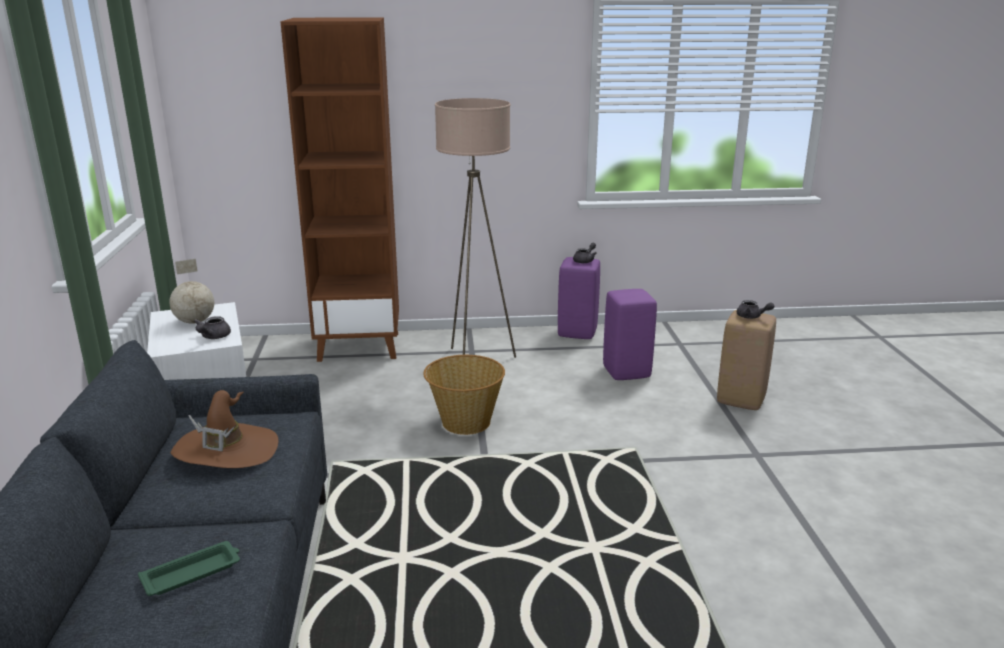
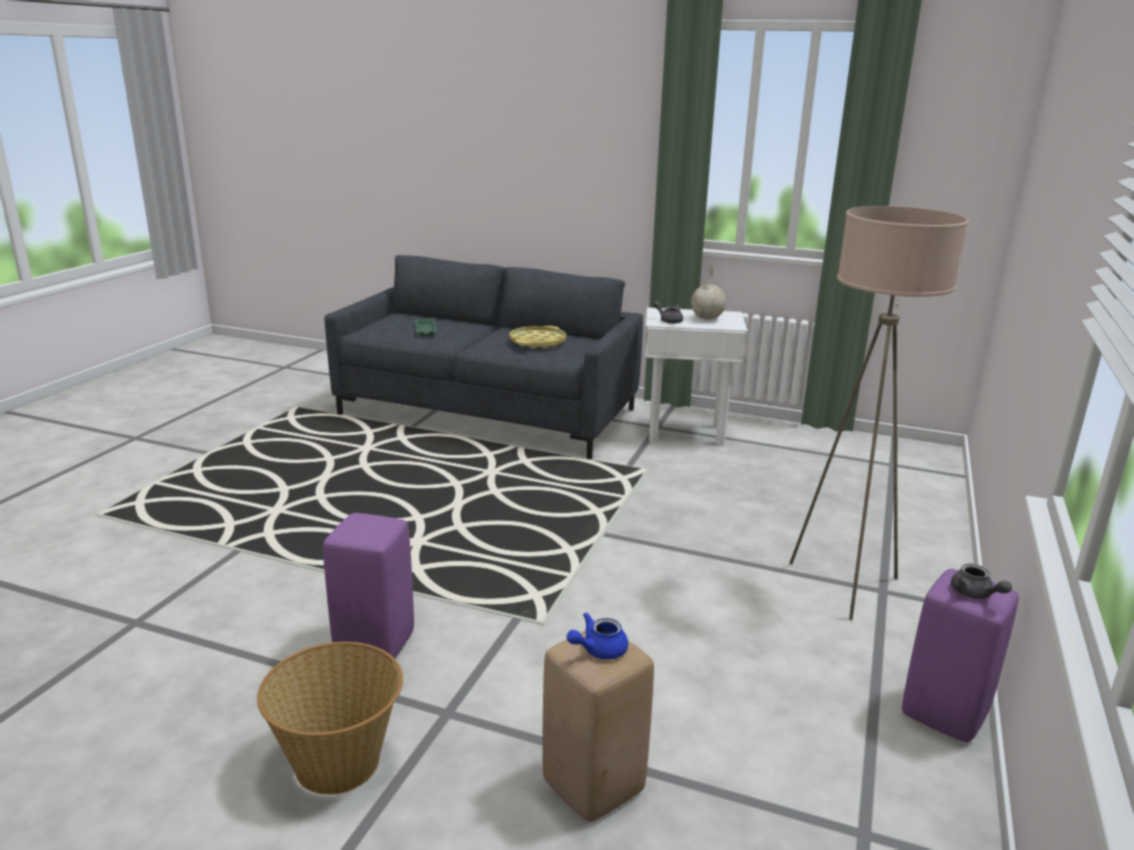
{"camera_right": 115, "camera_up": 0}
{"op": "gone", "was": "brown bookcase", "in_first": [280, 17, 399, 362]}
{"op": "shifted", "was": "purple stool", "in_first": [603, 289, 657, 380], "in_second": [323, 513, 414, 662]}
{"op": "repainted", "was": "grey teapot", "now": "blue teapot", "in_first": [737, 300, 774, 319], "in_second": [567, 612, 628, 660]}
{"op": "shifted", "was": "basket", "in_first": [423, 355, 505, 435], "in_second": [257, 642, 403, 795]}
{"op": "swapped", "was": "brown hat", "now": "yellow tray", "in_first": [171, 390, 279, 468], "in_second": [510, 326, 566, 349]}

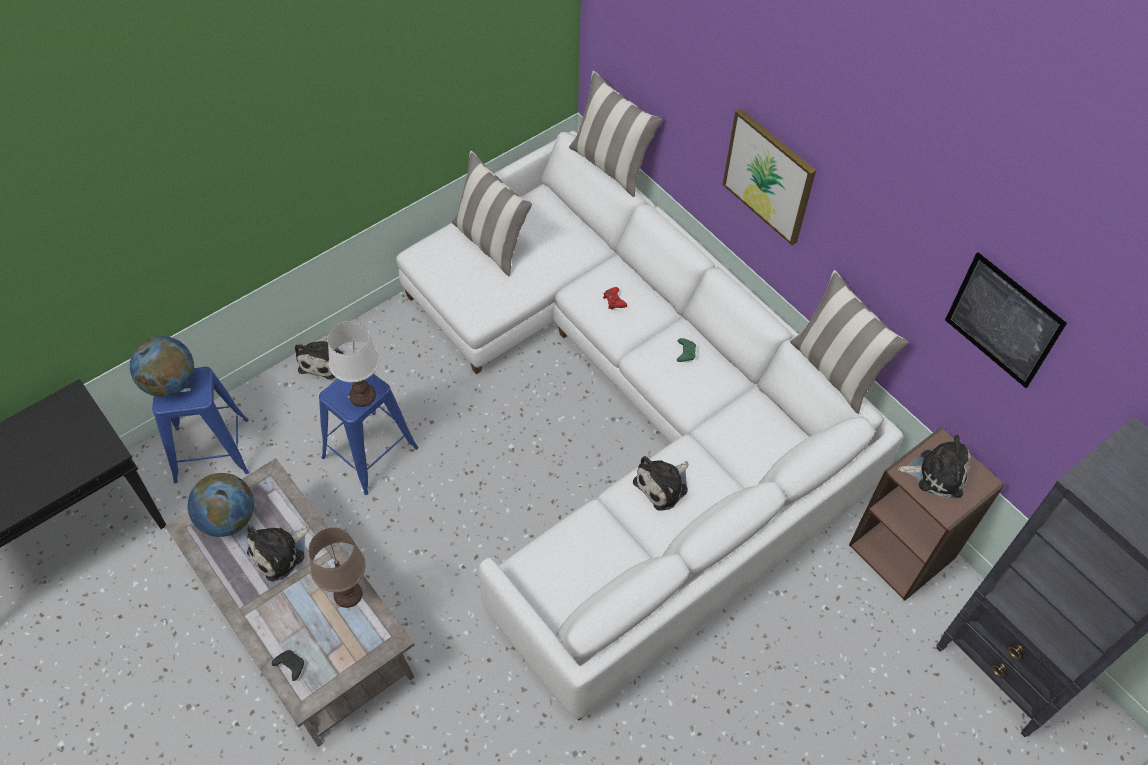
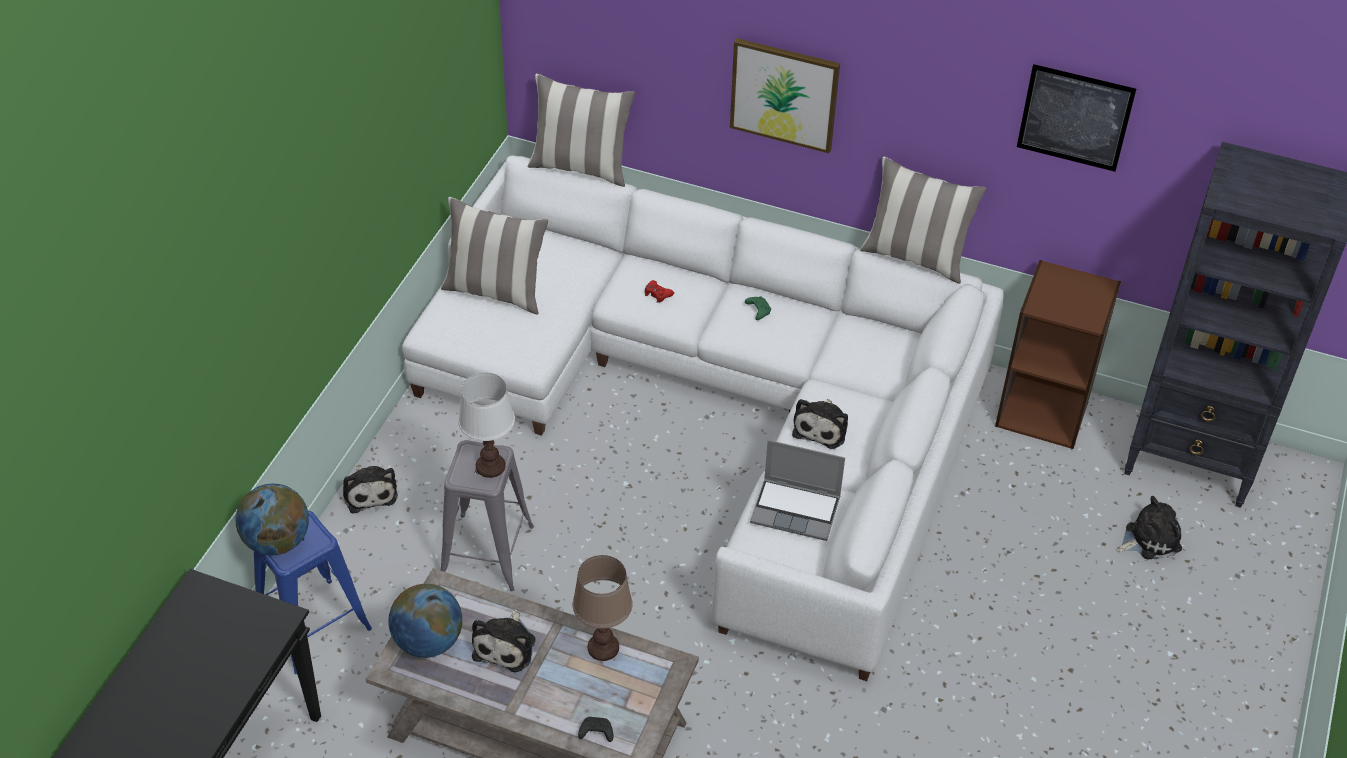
{"camera_right": -30, "camera_up": -10}
{"op": "repainted", "was": "blue stool", "now": "grey stool", "in_first": [319, 373, 418, 495], "in_second": [441, 440, 534, 592]}
{"op": "shifted", "was": "plush toy", "in_first": [898, 434, 971, 498], "in_second": [1117, 496, 1182, 559]}
{"op": "new", "now": "laptop", "in_second": [750, 440, 845, 541]}

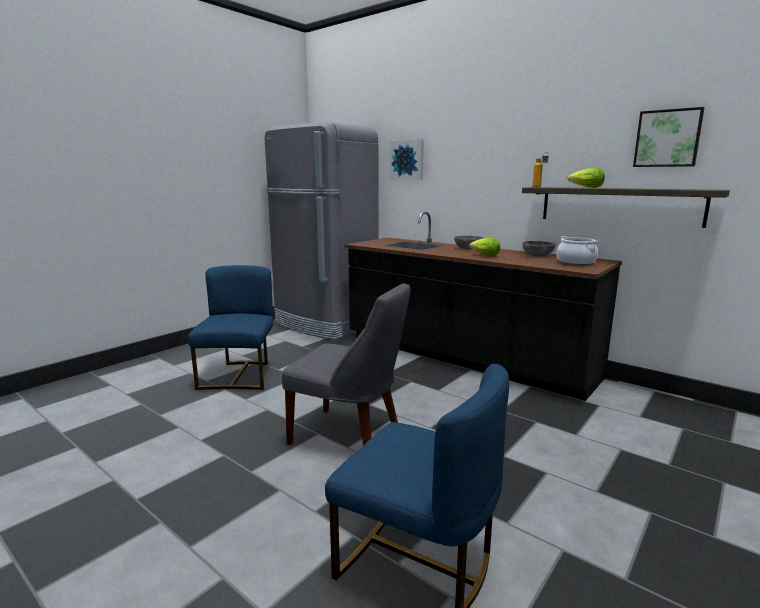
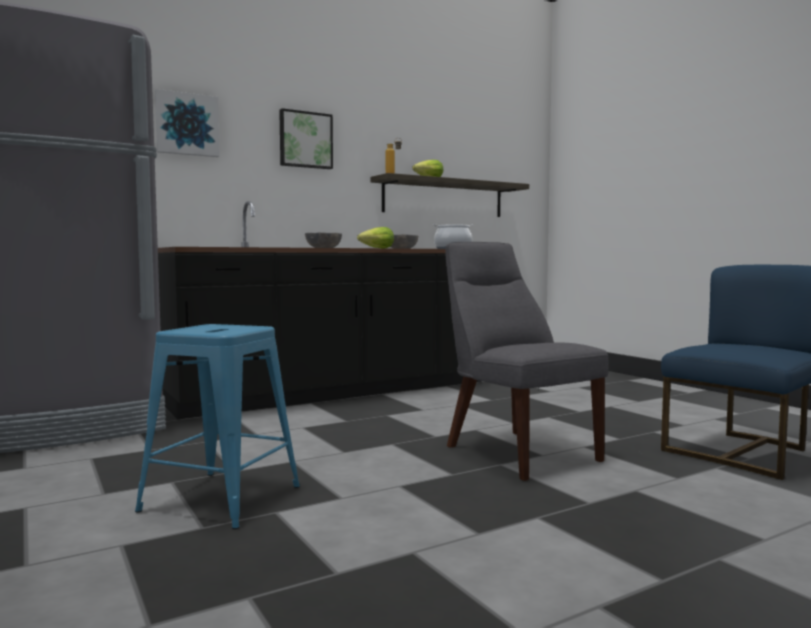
{"camera_right": -70, "camera_up": -10}
{"op": "shifted", "was": "picture", "in_first": [633, 107, 704, 167], "in_second": [279, 108, 333, 169]}
{"op": "swapped", "was": "blue chair", "now": "blue stool", "in_first": [188, 265, 273, 390], "in_second": [135, 324, 300, 529]}
{"op": "rotated", "was": "grey chair", "in_first": [282, 283, 410, 446], "in_second": [446, 242, 609, 481], "clockwise": -75}

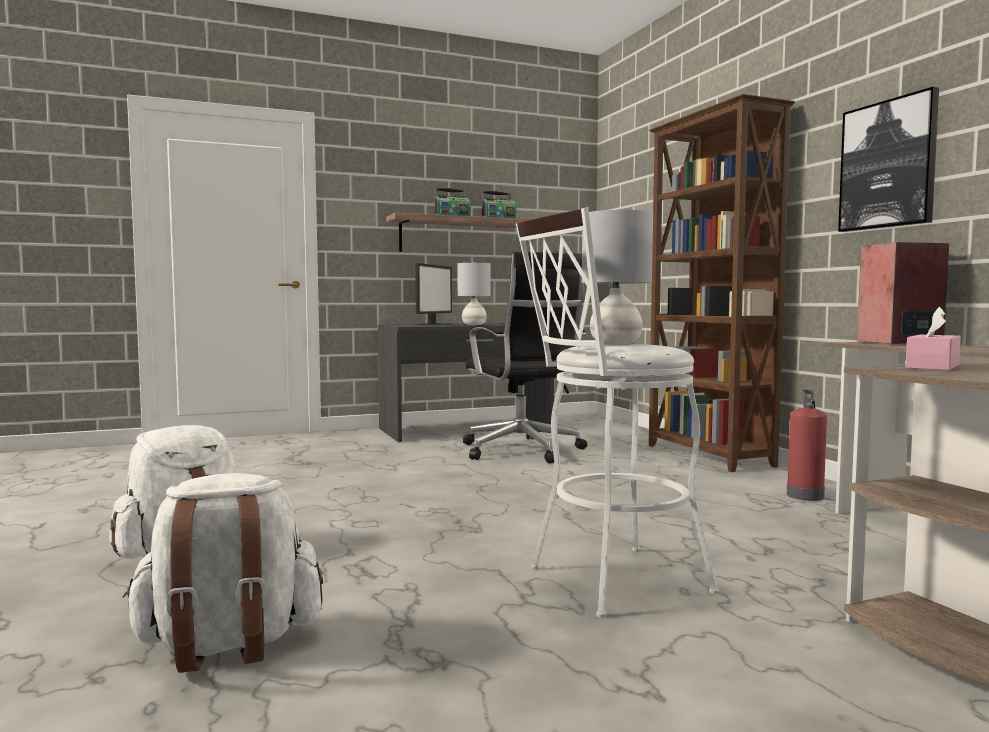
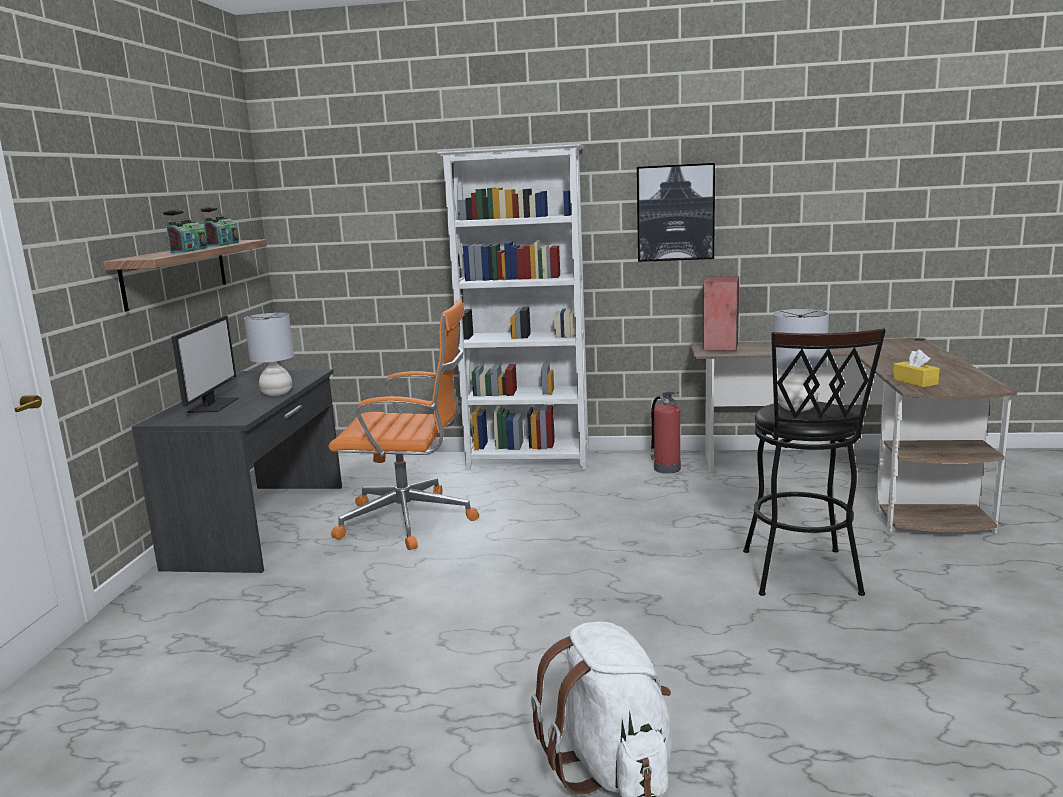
{"camera_right": -60, "camera_up": 10}
{"op": "repainted", "was": "brown bookcase", "now": "white bookcase", "in_first": [649, 94, 795, 472], "in_second": [437, 144, 589, 470]}
{"op": "repainted", "was": "white stool", "now": "black stool", "in_first": [516, 207, 719, 618], "in_second": [743, 328, 886, 596]}
{"op": "repainted", "was": "black office chair", "now": "orange office chair", "in_first": [463, 252, 587, 463], "in_second": [328, 299, 479, 550]}
{"op": "rotated", "was": "monitor", "in_first": [415, 263, 452, 325], "in_second": [171, 316, 239, 413], "clockwise": 45}
{"op": "repainted", "was": "pink tissue box", "now": "yellow tissue box", "in_first": [906, 307, 961, 370], "in_second": [893, 349, 940, 387]}
{"op": "gone", "was": "white backpack", "in_first": [123, 473, 323, 673]}

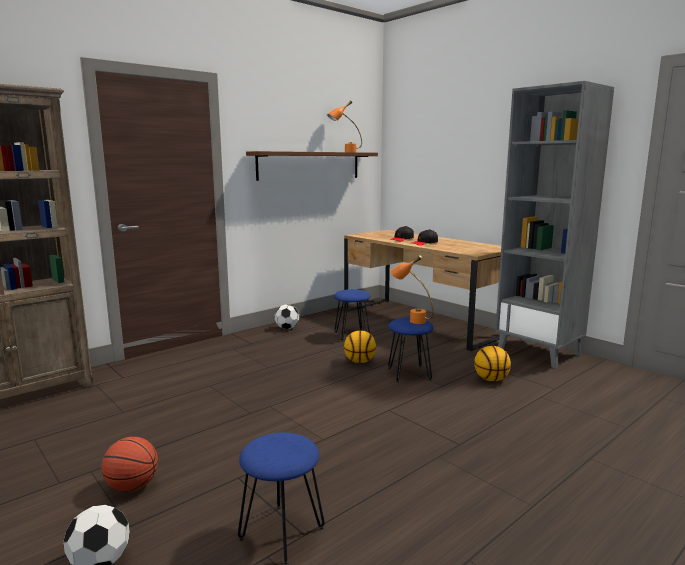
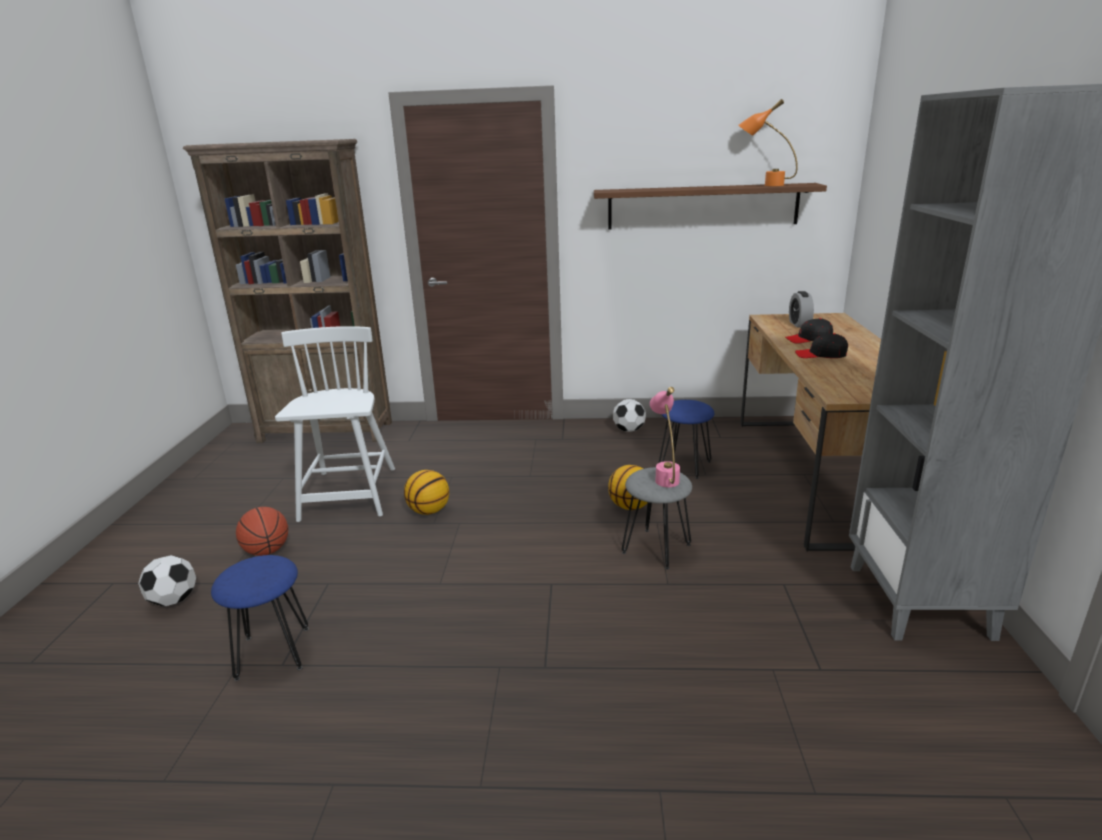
{"camera_right": 45, "camera_up": 10}
{"op": "repainted", "was": "orange table lamp", "now": "pink table lamp", "in_first": [390, 255, 434, 324], "in_second": [650, 387, 680, 487]}
{"op": "repainted", "was": "blue stool", "now": "grey stool", "in_first": [388, 317, 433, 383], "in_second": [622, 467, 692, 570]}
{"op": "shifted", "was": "basketball", "in_first": [474, 346, 511, 381], "in_second": [404, 470, 449, 515]}
{"op": "new", "now": "alarm clock", "in_second": [789, 291, 814, 327]}
{"op": "new", "now": "white chair", "in_second": [275, 326, 395, 522]}

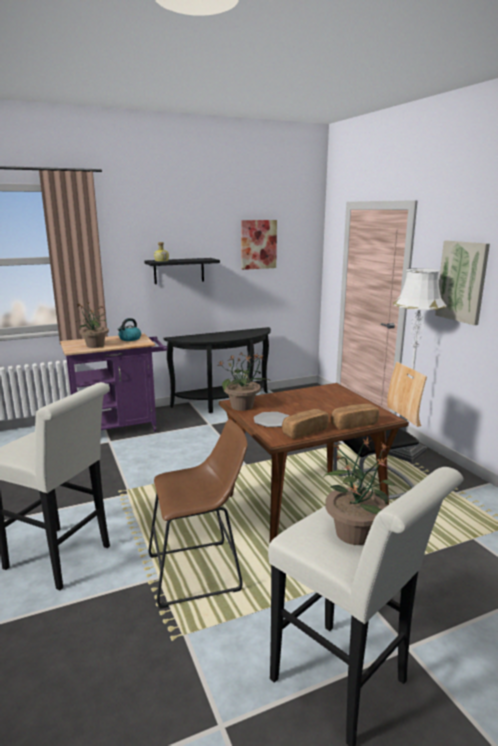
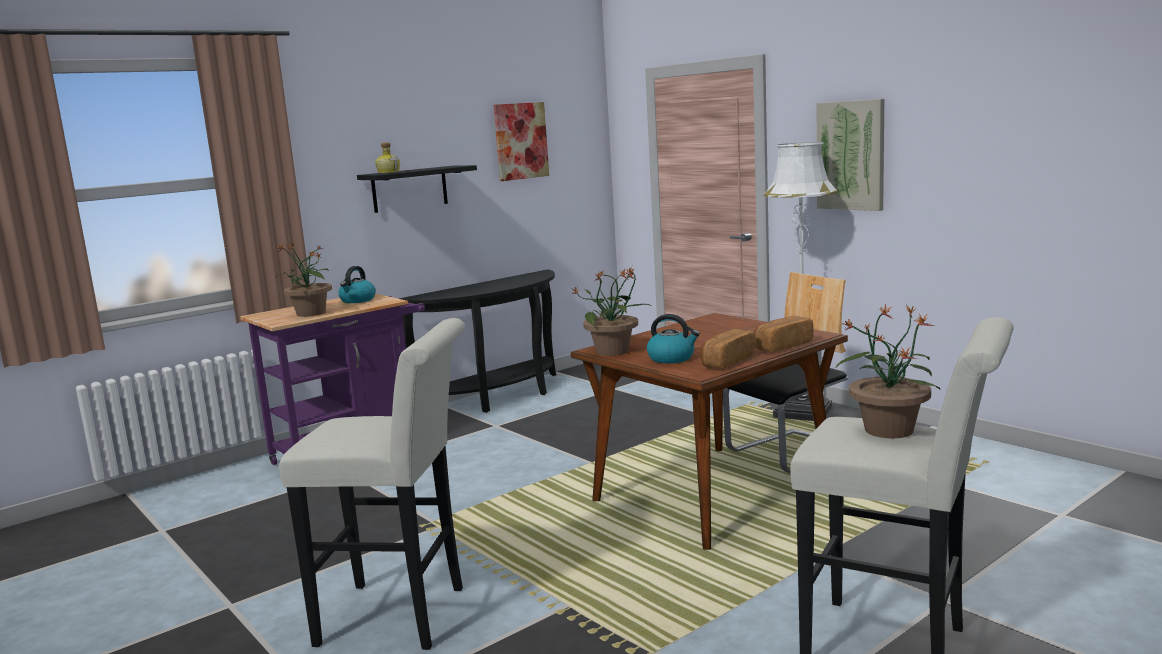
{"camera_right": -15, "camera_up": -5}
{"op": "swapped", "was": "plate", "now": "kettle", "in_first": [254, 412, 289, 427], "in_second": [647, 314, 700, 363]}
{"op": "gone", "was": "brown stool", "in_first": [149, 419, 248, 609]}

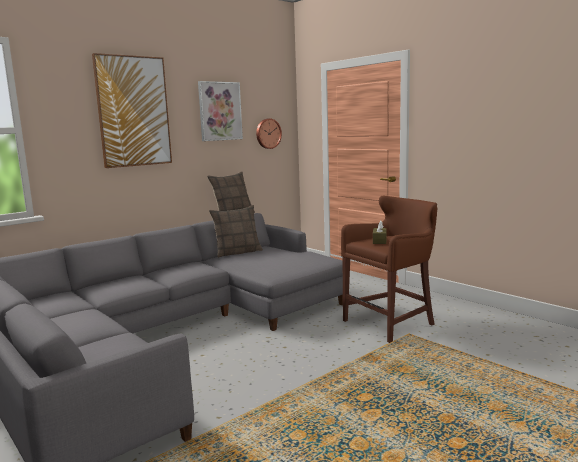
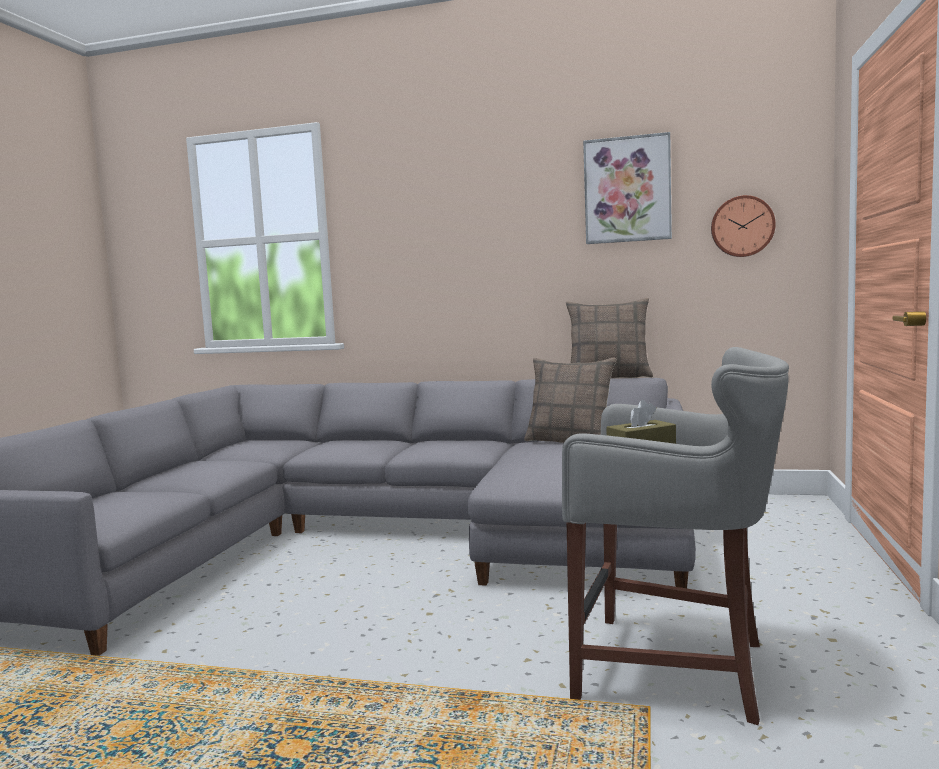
{"camera_right": 55, "camera_up": -5}
{"op": "gone", "was": "picture", "in_first": [92, 53, 172, 168]}
{"op": "repainted", "was": "brown stool", "now": "grey stool", "in_first": [341, 196, 437, 343], "in_second": [562, 347, 789, 725]}

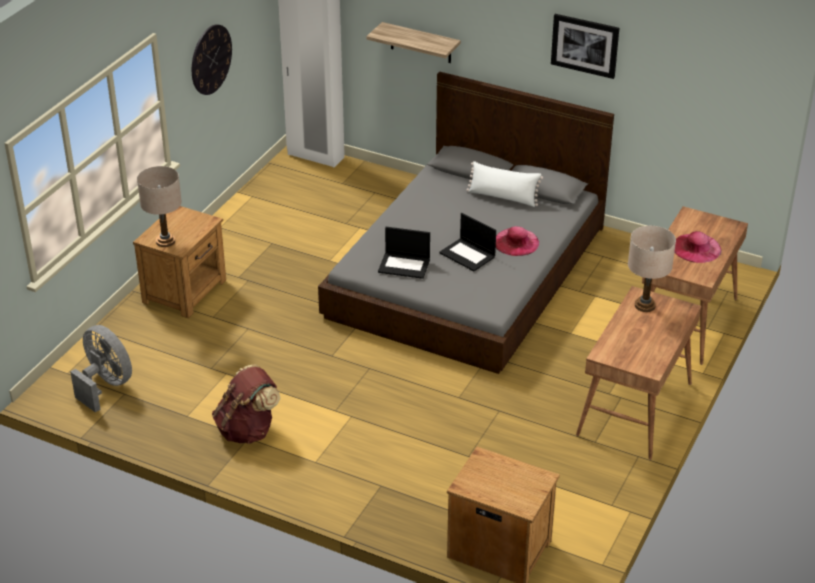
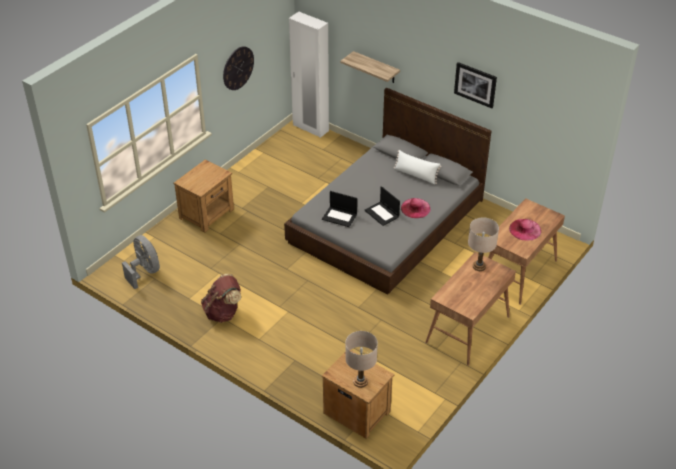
{"camera_right": 10, "camera_up": 5}
{"op": "shifted", "was": "beige table lamp", "in_first": [137, 166, 182, 247], "in_second": [345, 331, 378, 388]}

